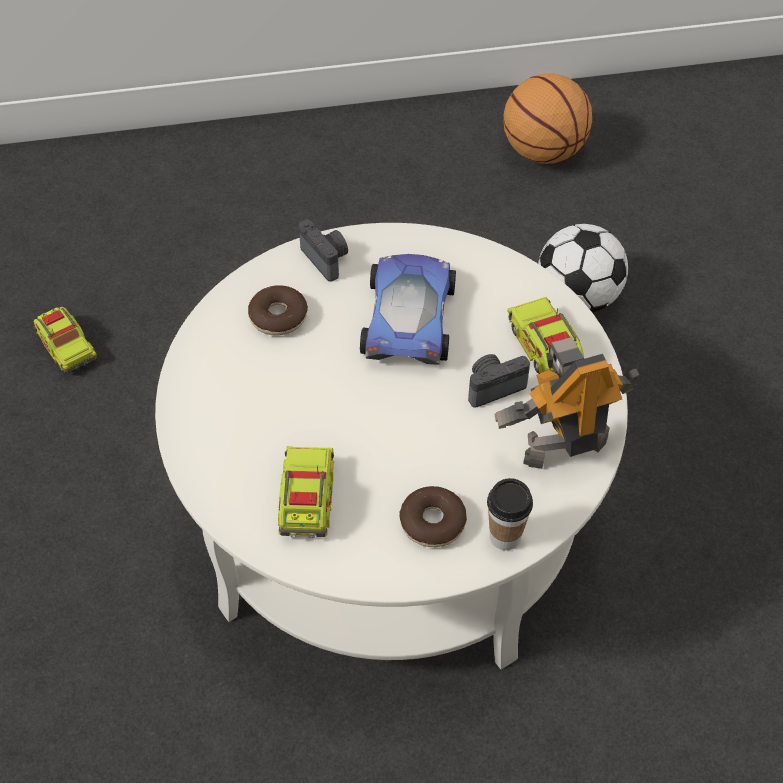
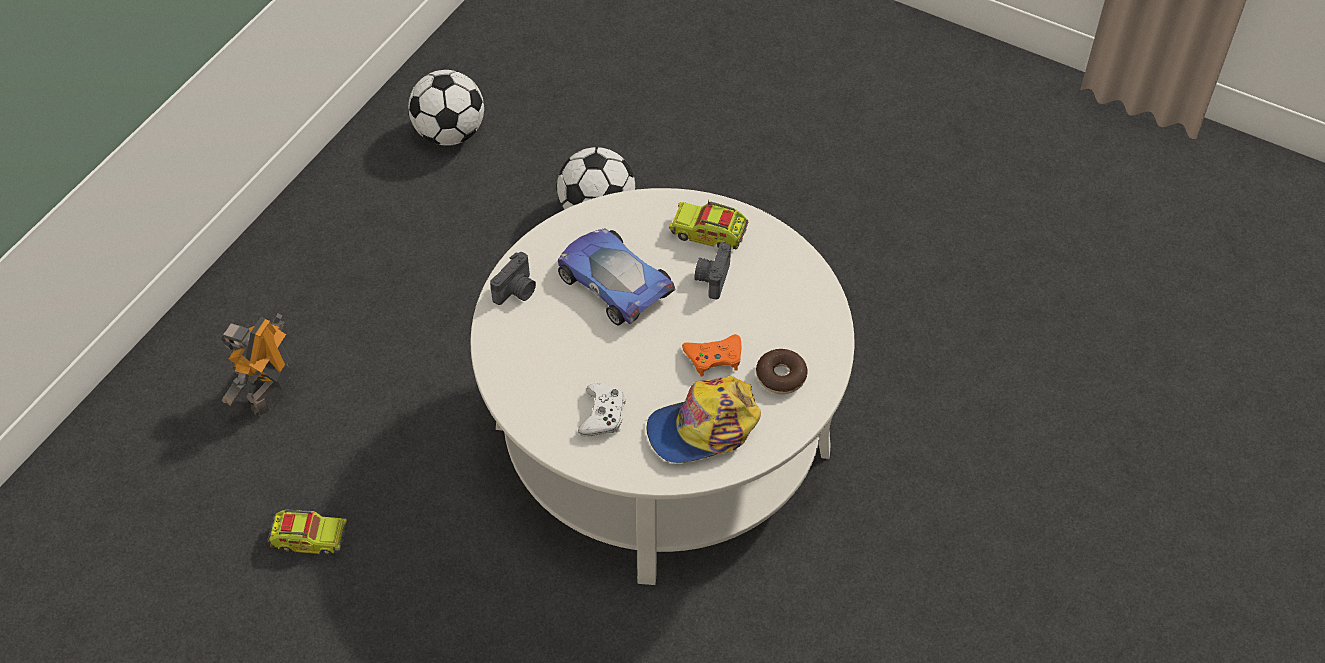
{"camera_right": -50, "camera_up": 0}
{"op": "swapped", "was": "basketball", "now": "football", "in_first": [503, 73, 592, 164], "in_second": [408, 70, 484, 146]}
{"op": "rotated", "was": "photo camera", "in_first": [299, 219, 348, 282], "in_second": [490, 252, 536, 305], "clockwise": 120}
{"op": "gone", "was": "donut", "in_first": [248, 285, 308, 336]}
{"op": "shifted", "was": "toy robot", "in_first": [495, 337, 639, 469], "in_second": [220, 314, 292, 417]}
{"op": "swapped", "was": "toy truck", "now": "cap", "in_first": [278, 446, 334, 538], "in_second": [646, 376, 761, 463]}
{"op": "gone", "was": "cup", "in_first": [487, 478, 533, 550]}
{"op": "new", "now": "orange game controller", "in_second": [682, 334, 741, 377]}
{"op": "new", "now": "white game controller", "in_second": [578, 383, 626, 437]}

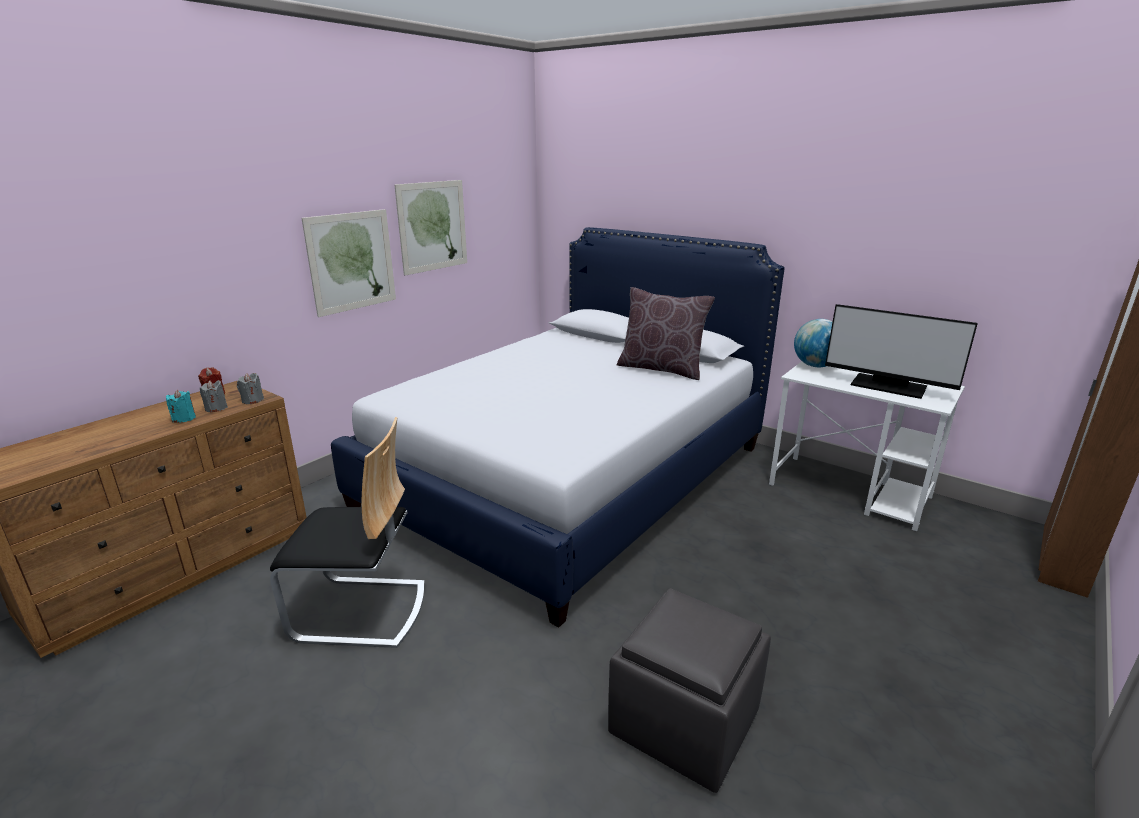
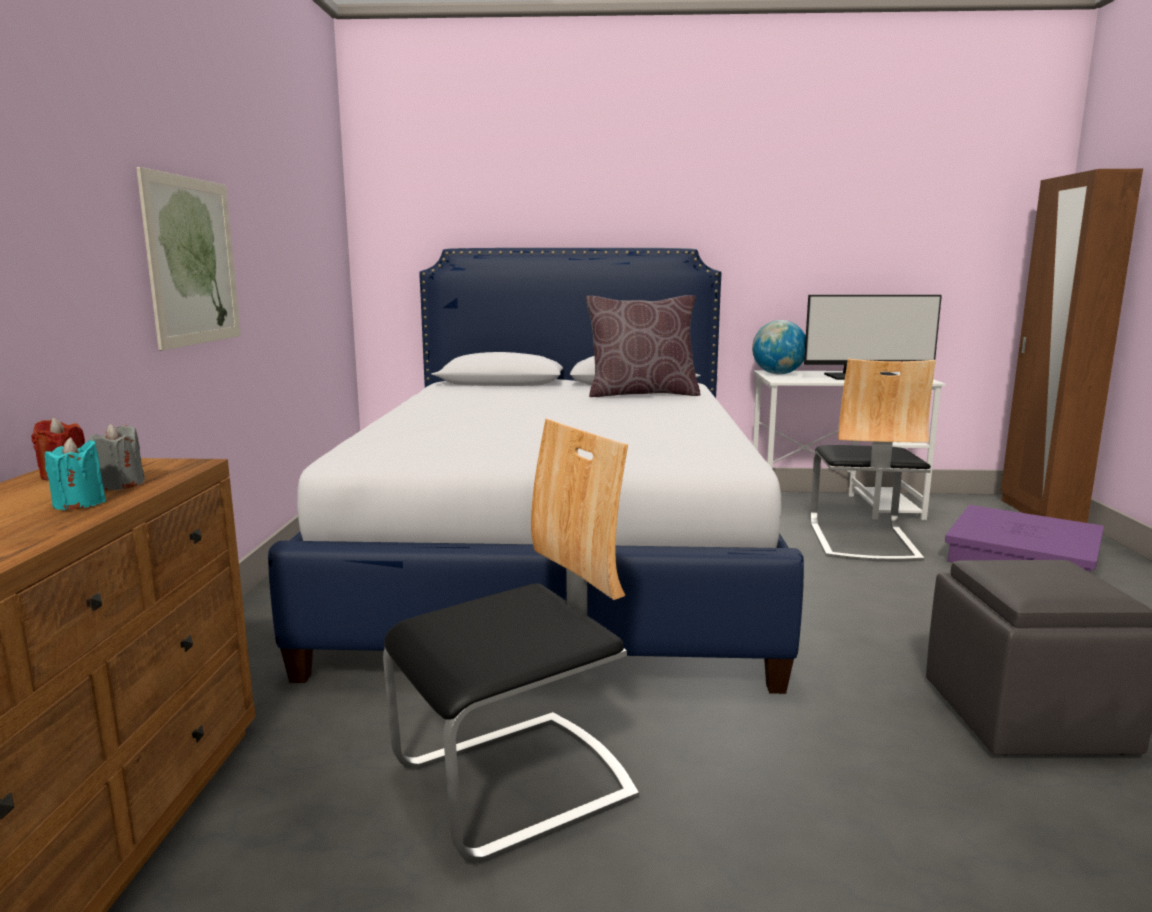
{"camera_right": -35, "camera_up": -10}
{"op": "gone", "was": "picture", "in_first": [394, 180, 467, 276]}
{"op": "gone", "was": "grey candle", "in_first": [237, 373, 264, 404]}
{"op": "new", "now": "chair", "in_second": [810, 358, 936, 562]}
{"op": "new", "now": "purple storage box", "in_second": [945, 505, 1104, 573]}

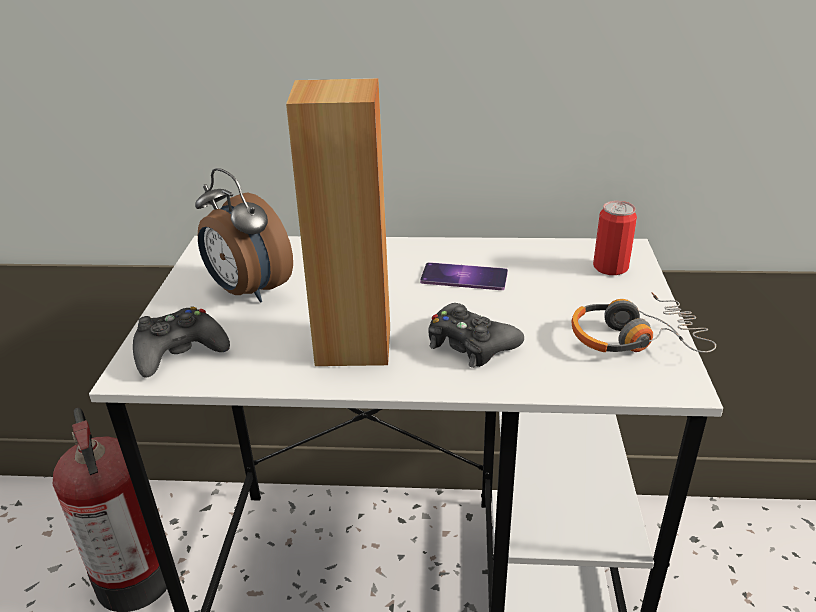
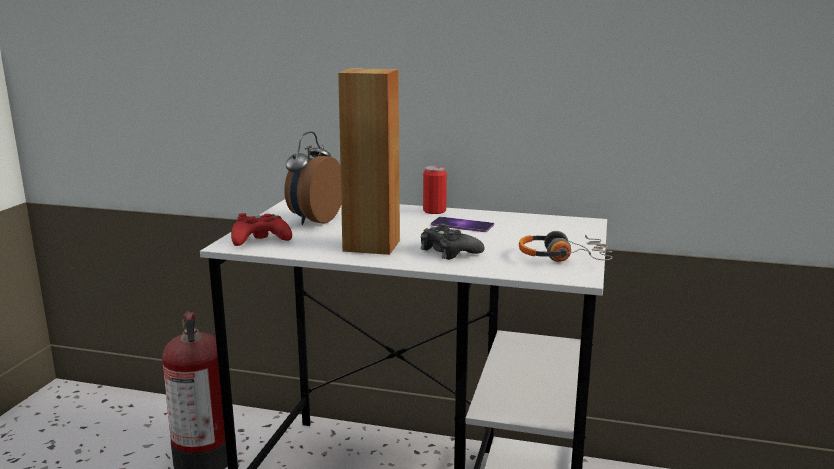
{"camera_right": 10, "camera_up": -15}
{"op": "rotated", "was": "alarm clock", "in_first": [195, 168, 293, 303], "in_second": [284, 132, 341, 225], "clockwise": 60}
{"op": "shifted", "was": "can", "in_first": [593, 201, 637, 275], "in_second": [423, 166, 447, 214]}
{"op": "repainted", "was": "black game controller", "now": "red game controller", "in_first": [133, 306, 230, 378], "in_second": [231, 213, 292, 246]}

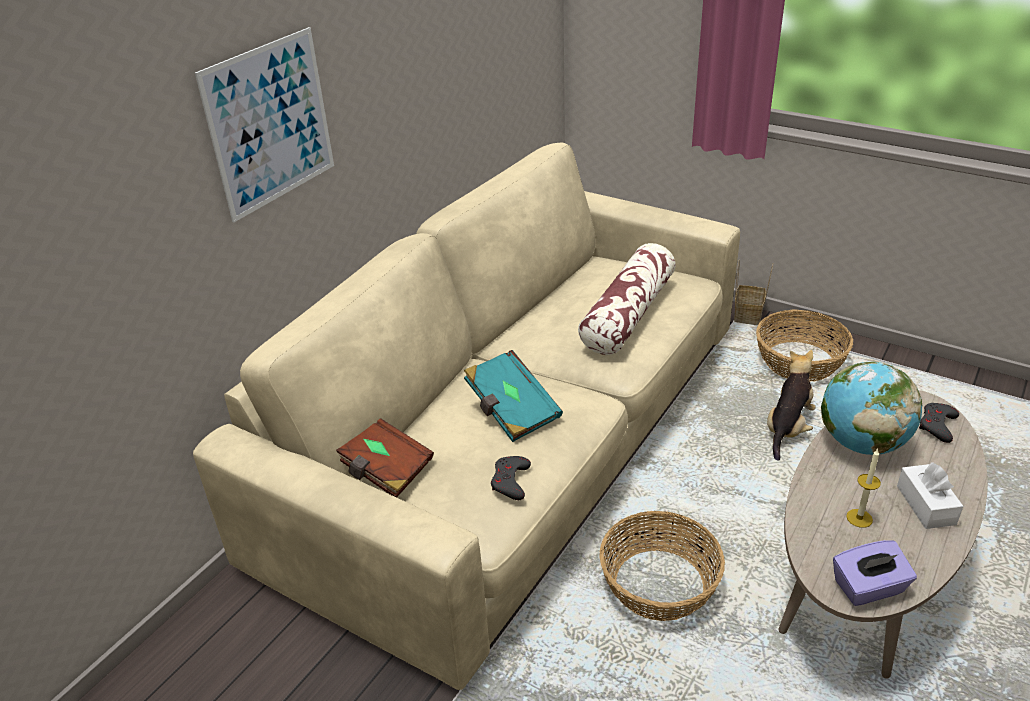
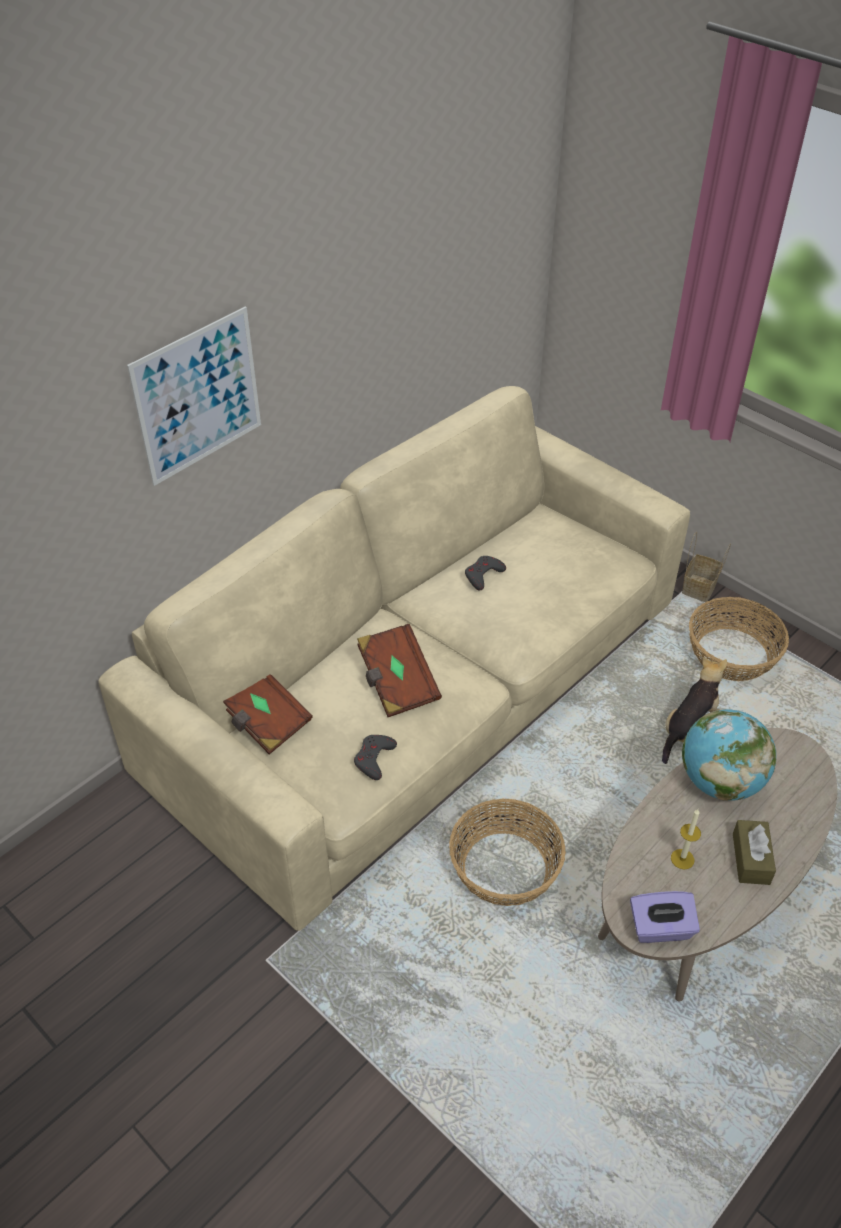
{"camera_right": 10, "camera_up": 10}
{"op": "gone", "was": "pillow", "in_first": [578, 243, 676, 355]}
{"op": "repainted", "was": "turquoise book", "now": "brown book", "in_first": [464, 350, 563, 442], "in_second": [357, 624, 442, 717]}
{"op": "shifted", "was": "grey game controller", "in_first": [919, 403, 959, 443], "in_second": [465, 556, 506, 590]}
{"op": "repainted", "was": "white tissue box", "now": "brown tissue box", "in_first": [897, 462, 963, 529], "in_second": [733, 820, 776, 885]}

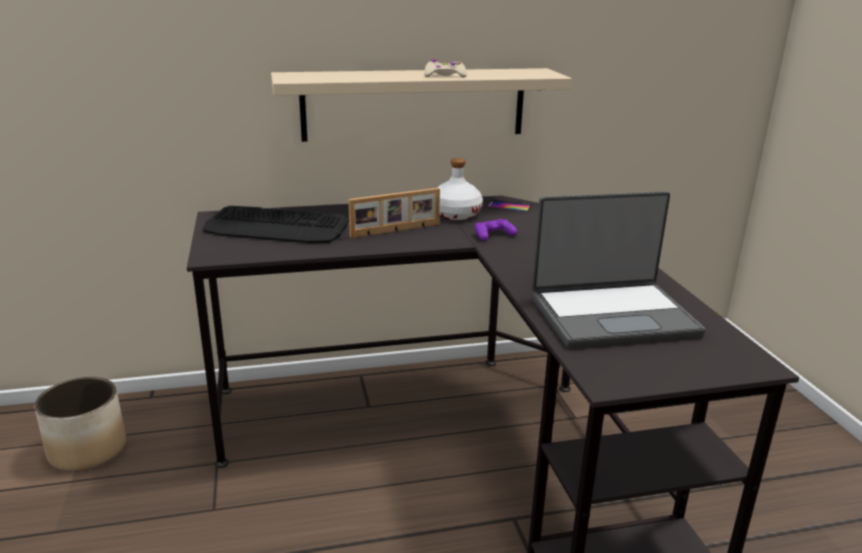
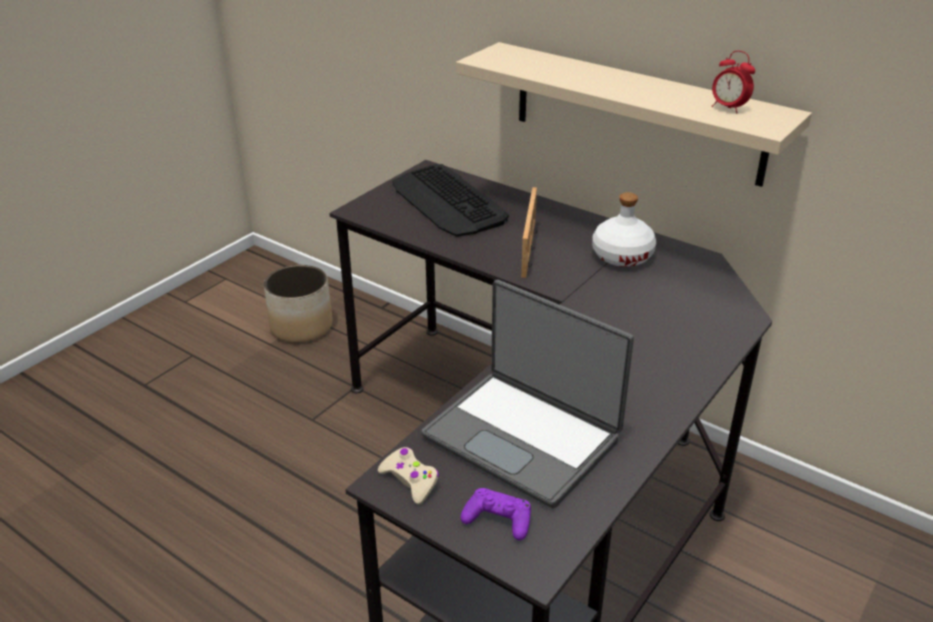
{"camera_right": 50, "camera_up": 10}
{"op": "shifted", "was": "beige game controller", "in_first": [424, 60, 467, 78], "in_second": [378, 447, 439, 505]}
{"op": "rotated", "was": "picture frame", "in_first": [349, 188, 440, 238], "in_second": [521, 187, 537, 278], "clockwise": -105}
{"op": "gone", "was": "phone", "in_first": [487, 199, 532, 212]}
{"op": "shifted", "was": "purple game controller", "in_first": [474, 219, 517, 241], "in_second": [460, 488, 531, 540]}
{"op": "new", "now": "alarm clock", "in_second": [711, 51, 755, 114]}

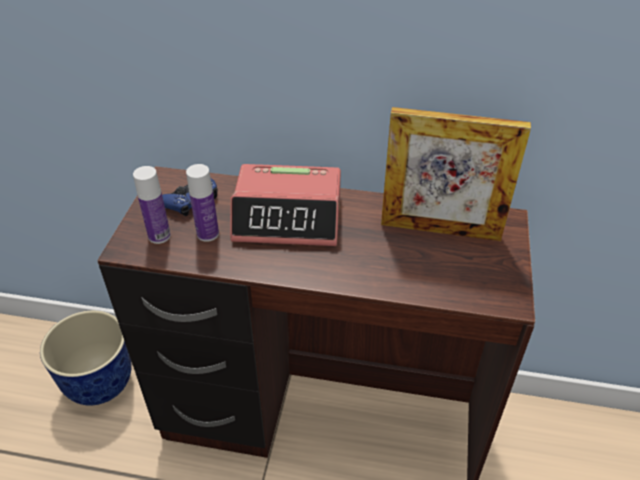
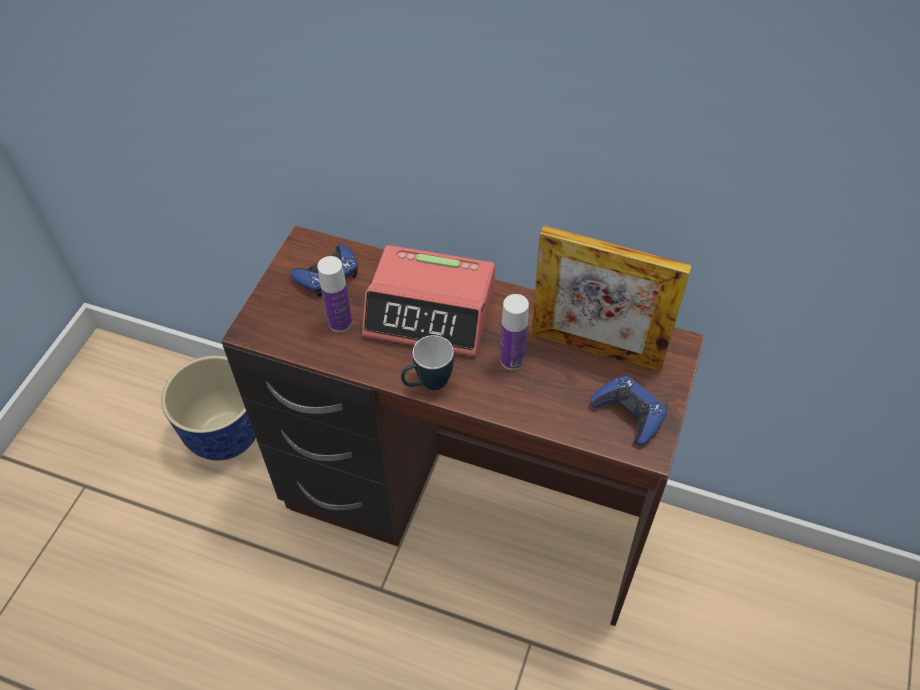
{"camera_right": 10, "camera_up": 10}
{"op": "shifted", "was": "bottle", "in_first": [133, 166, 171, 244], "in_second": [500, 294, 529, 370]}
{"op": "new", "now": "mug", "in_second": [401, 335, 454, 390]}
{"op": "new", "now": "blue game controller", "in_second": [590, 376, 667, 445]}

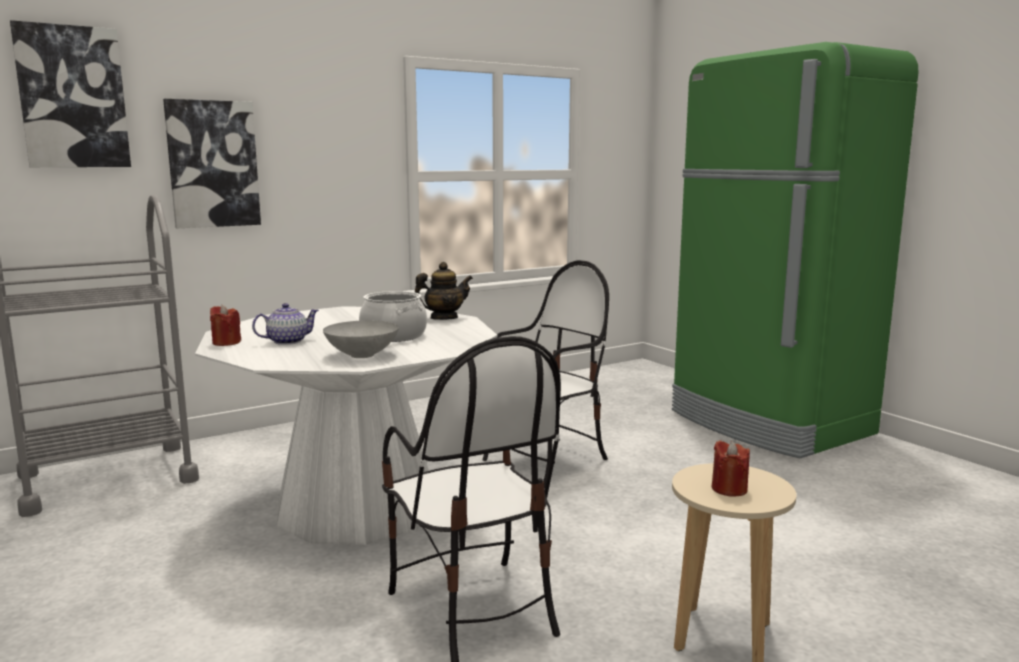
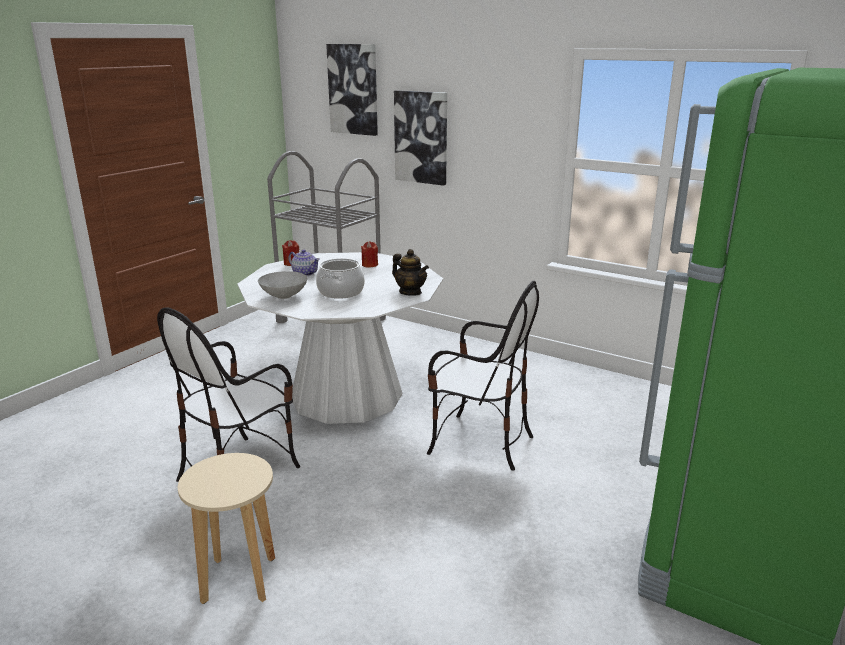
{"camera_right": 65, "camera_up": 10}
{"op": "shifted", "was": "red candle", "in_first": [711, 440, 750, 497], "in_second": [361, 241, 378, 267]}

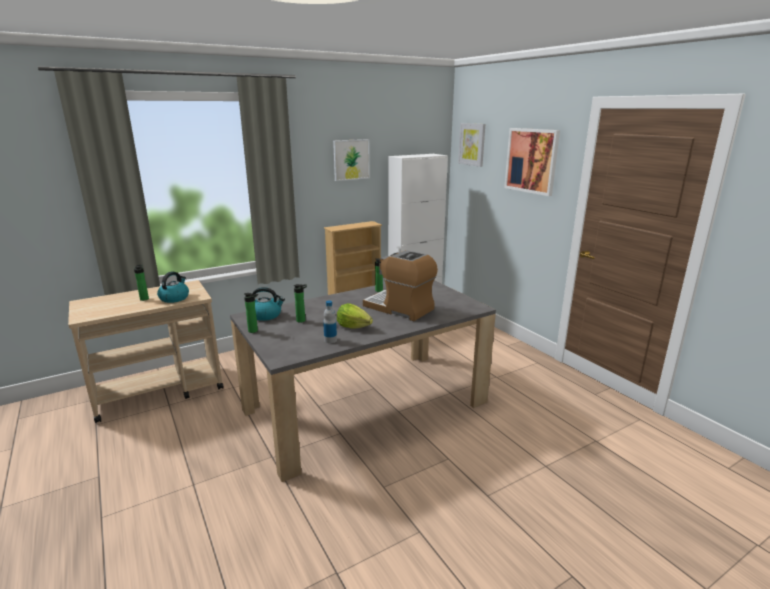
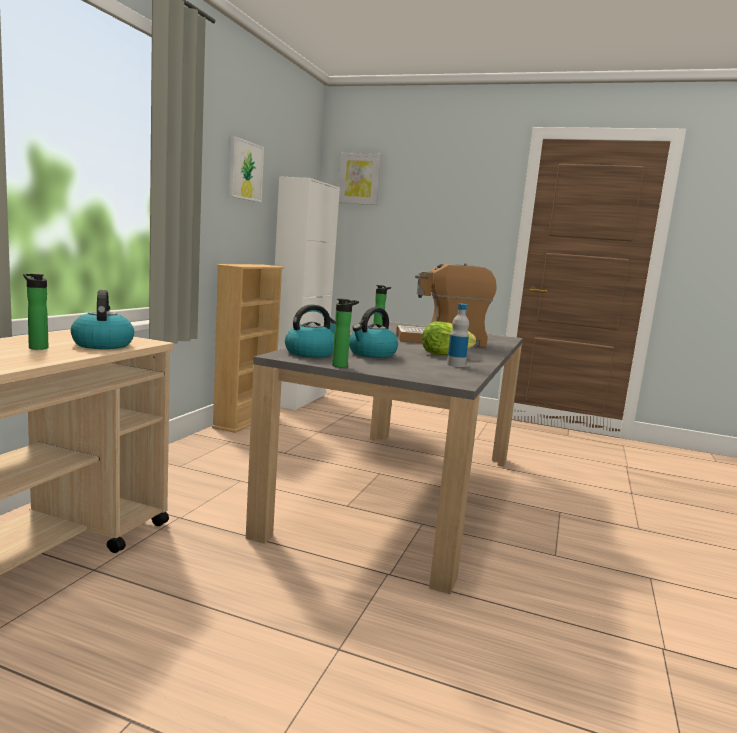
{"camera_right": -40, "camera_up": -10}
{"op": "gone", "was": "picture", "in_first": [504, 128, 560, 196]}
{"op": "swapped", "was": "bottle", "now": "kettle", "in_first": [294, 284, 307, 323], "in_second": [349, 307, 398, 358]}

